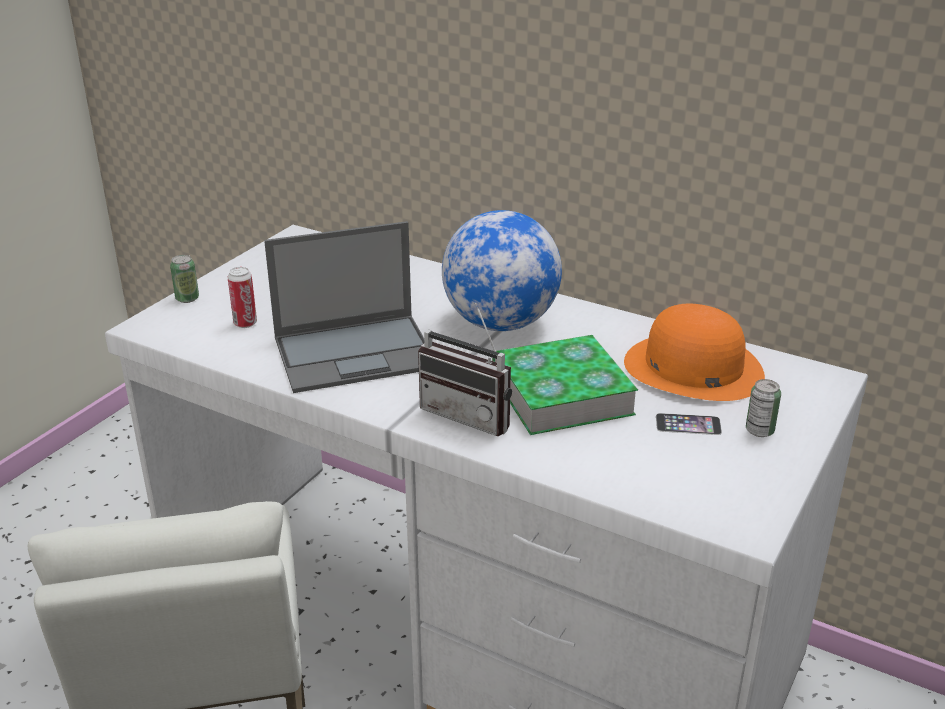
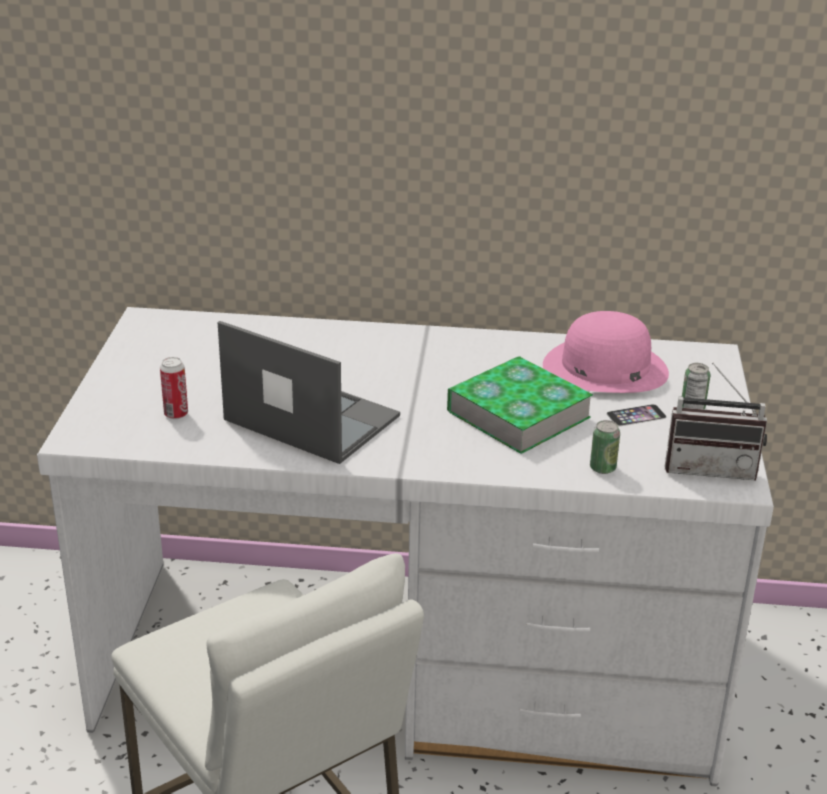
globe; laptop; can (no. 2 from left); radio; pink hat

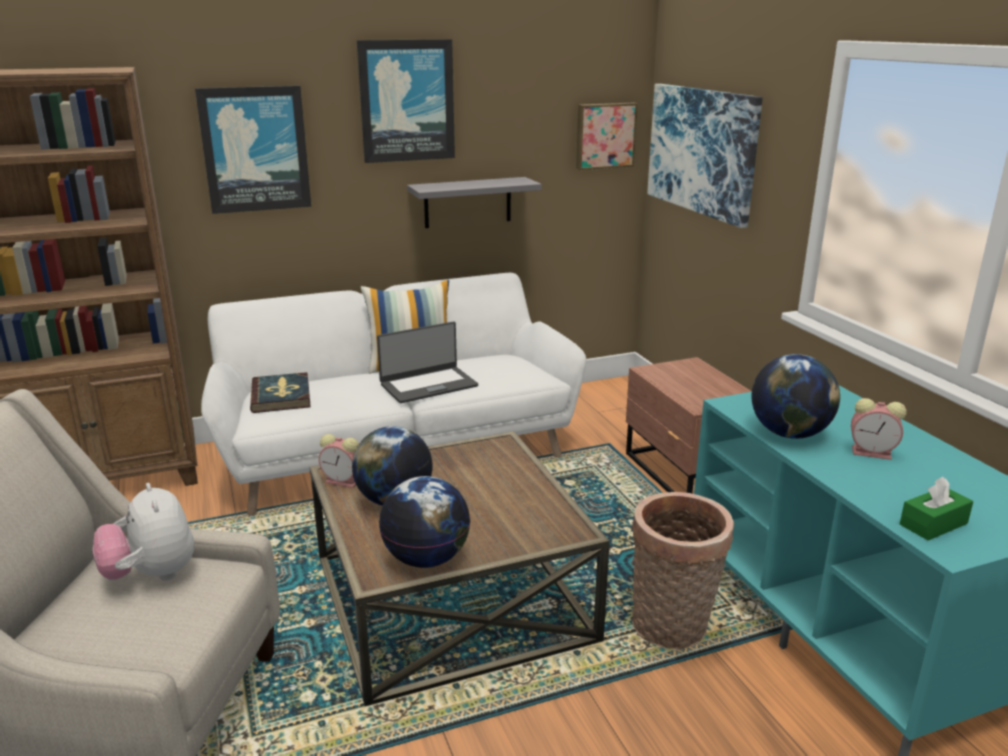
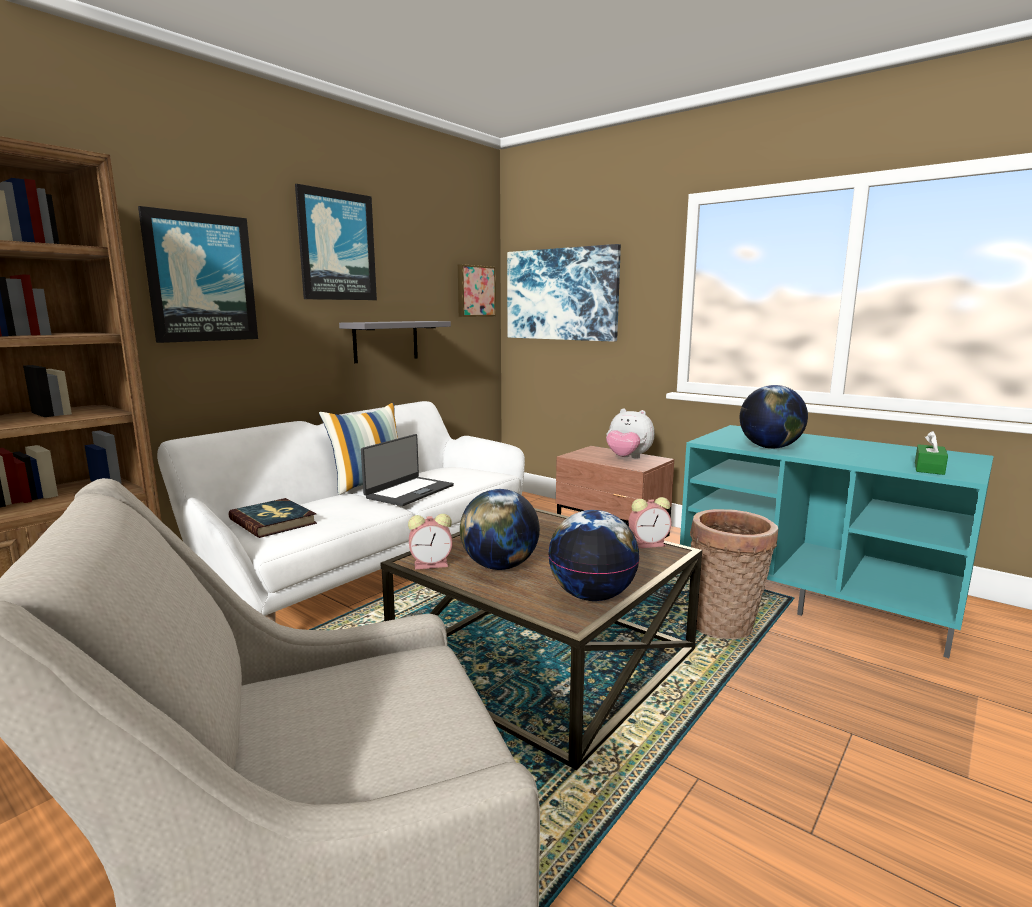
alarm clock (no. 2 from left); plush toy

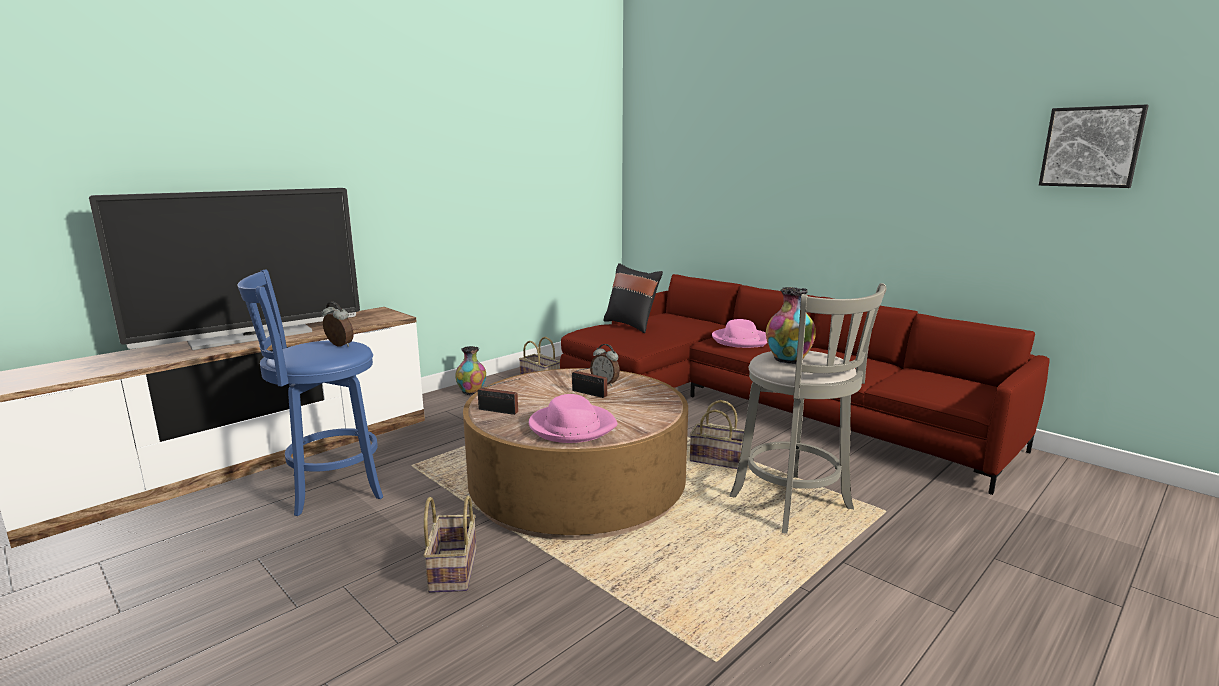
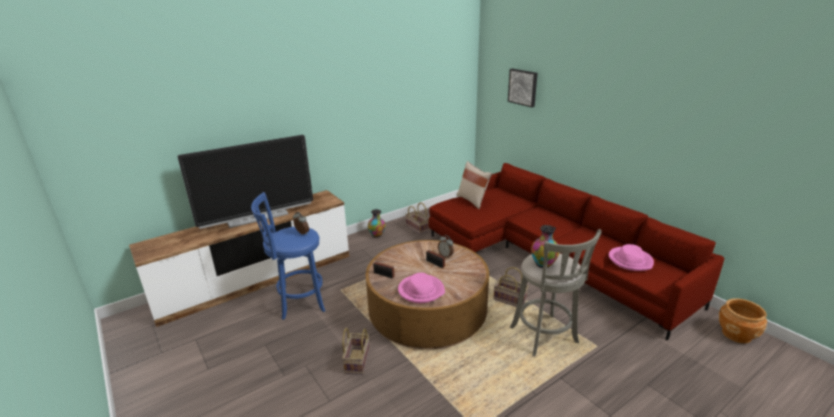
picture; beige pillow; pink hat (no. 2 from left); brown planter

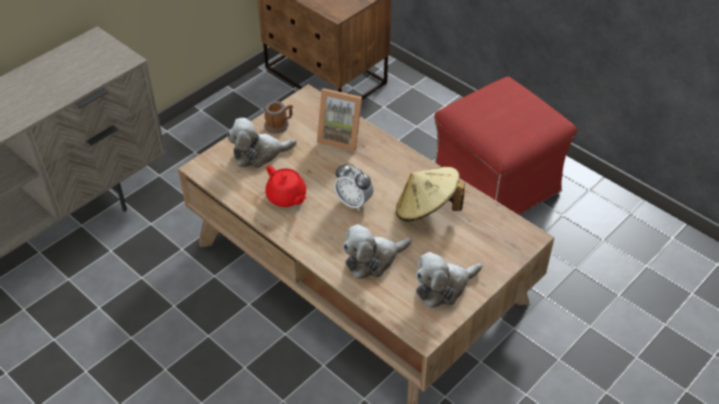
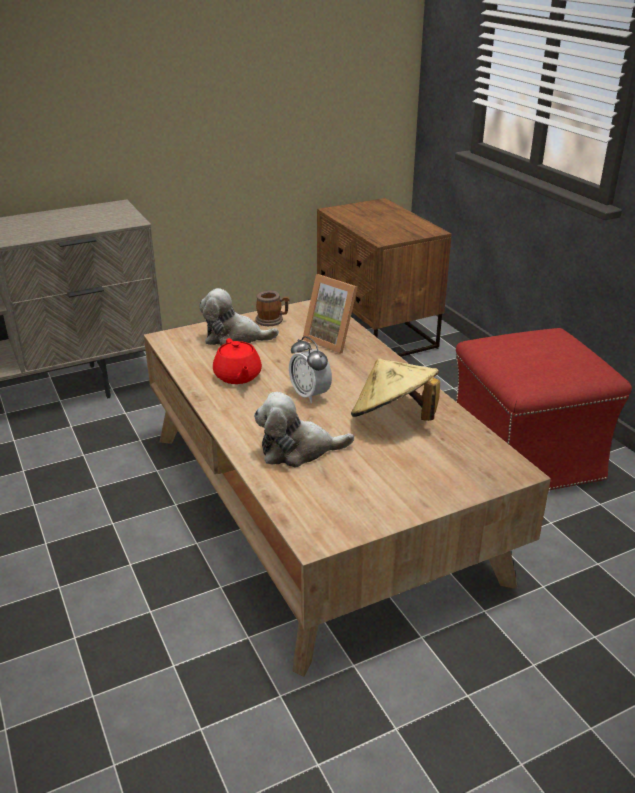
plush toy (no. 3 from left in the first image)

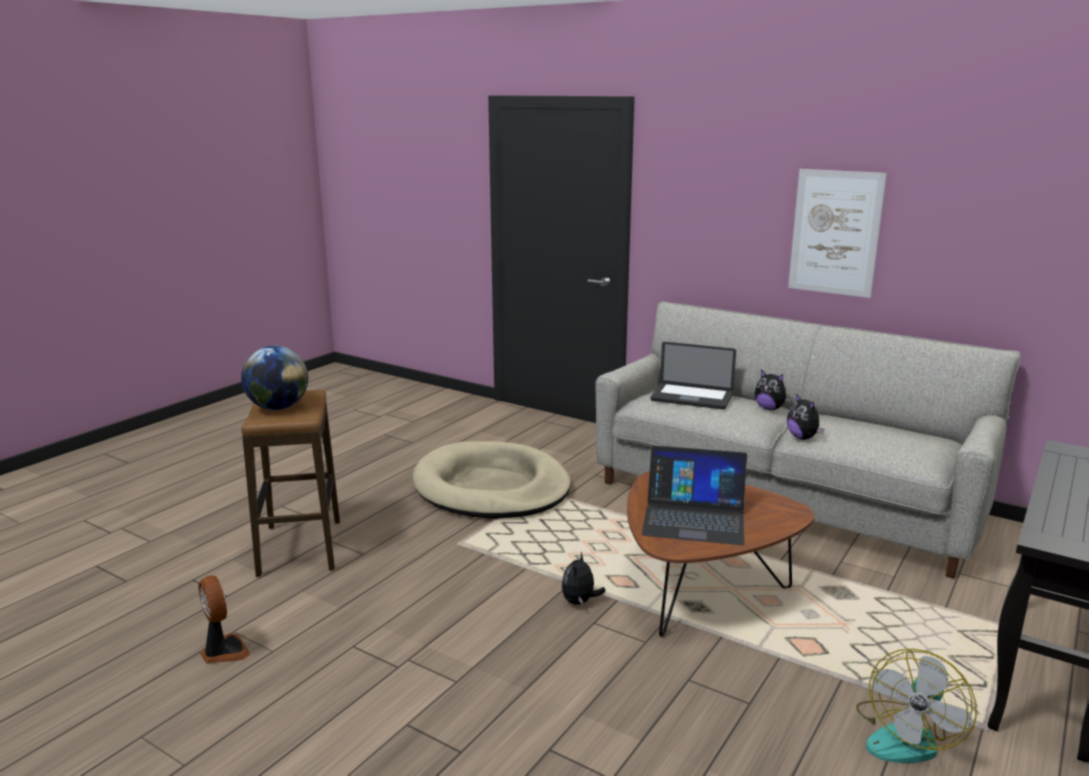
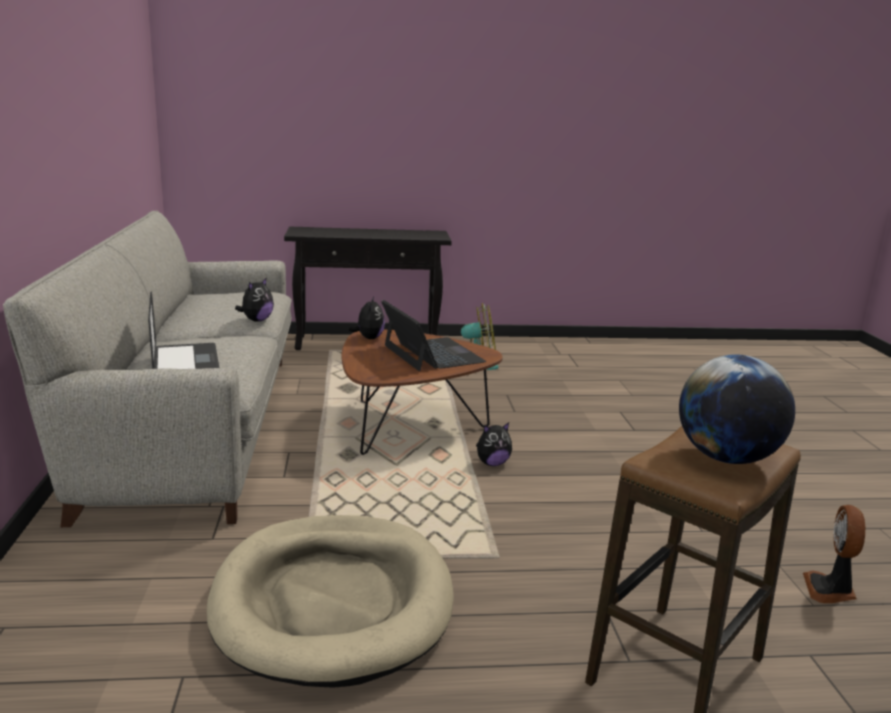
picture; plush toy (no. 2 from left)

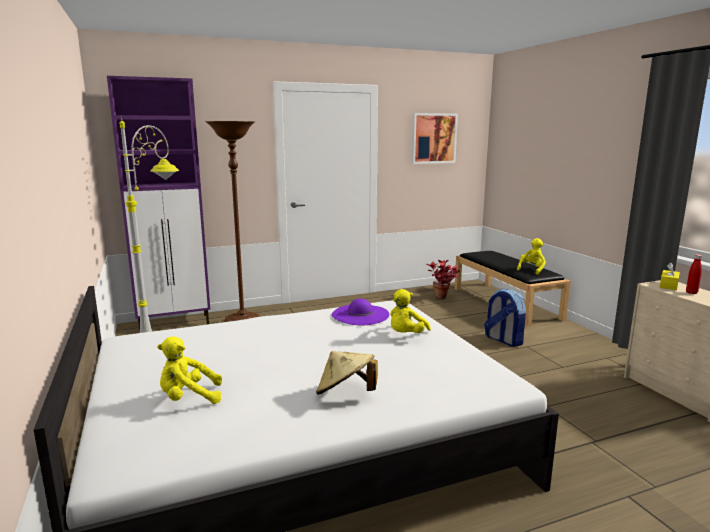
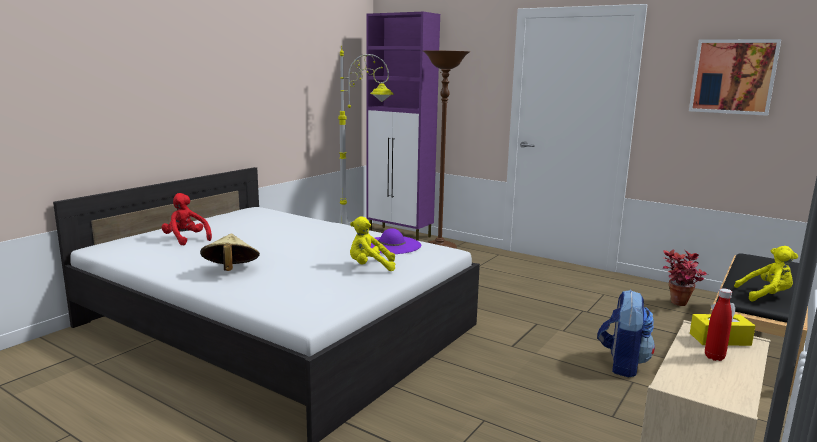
red plush toy

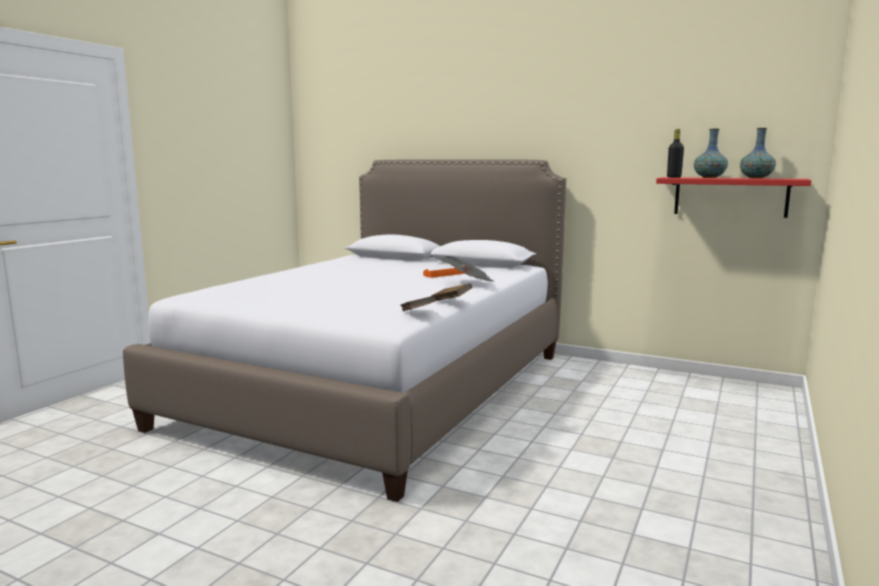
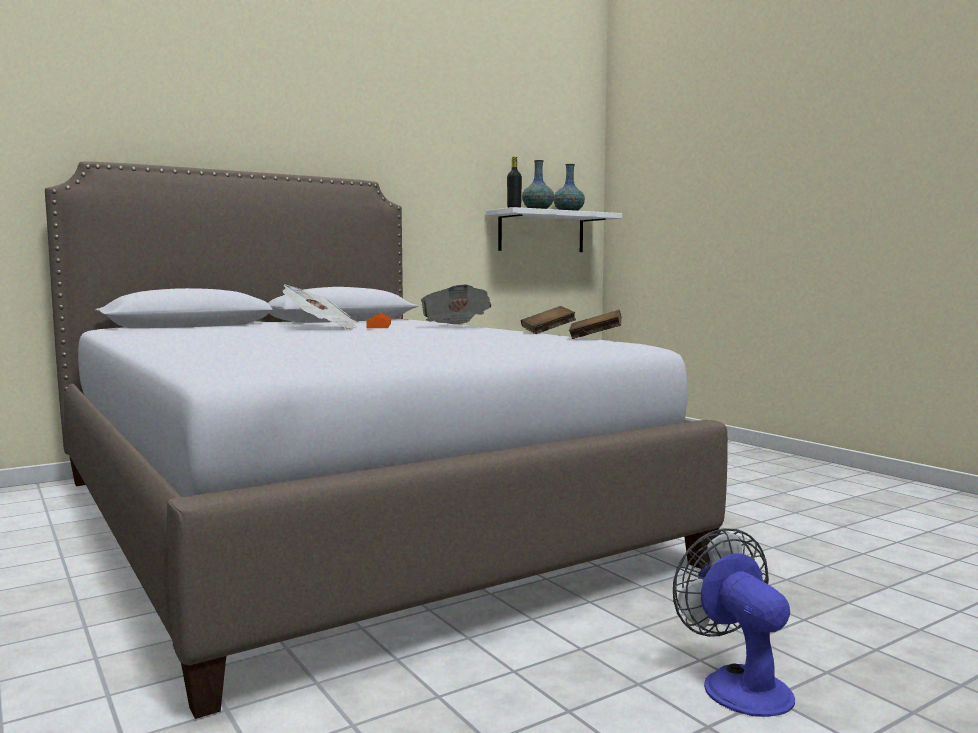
white shelf; newspaper (no. 1 from left); fan

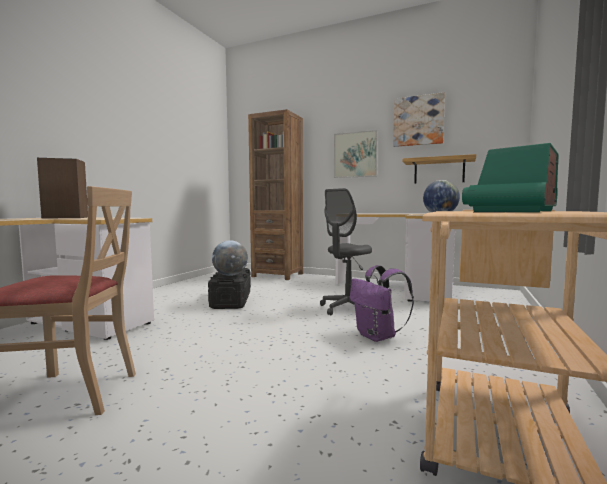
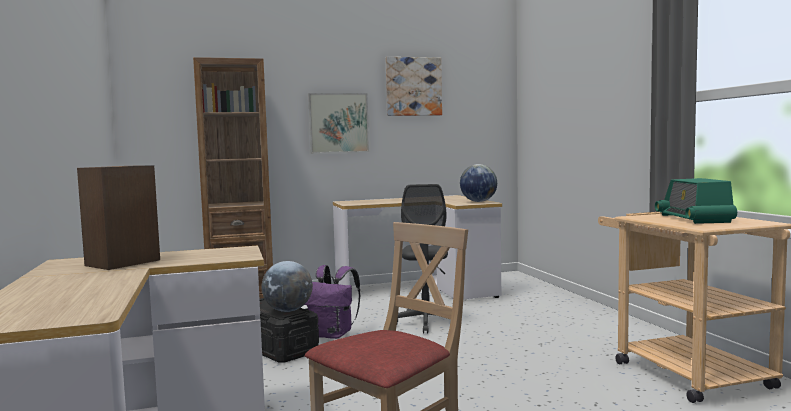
shelf; purple backpack

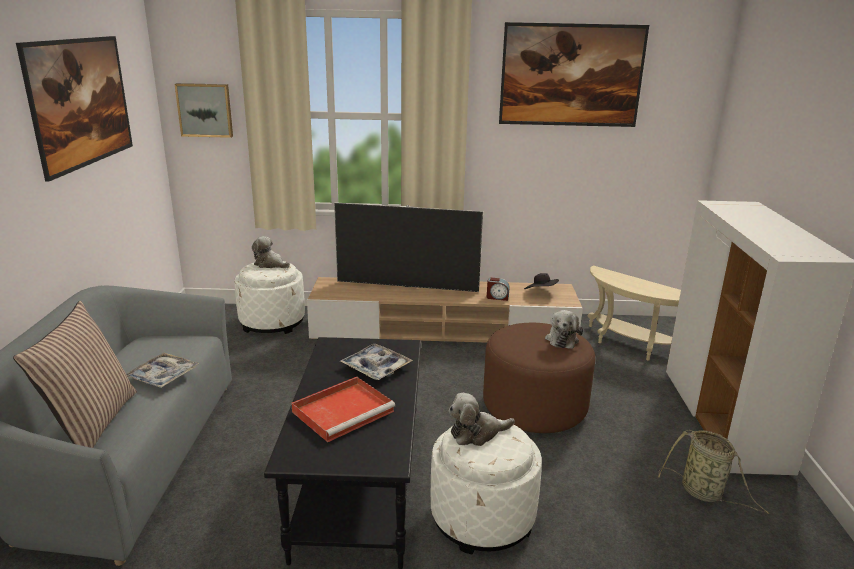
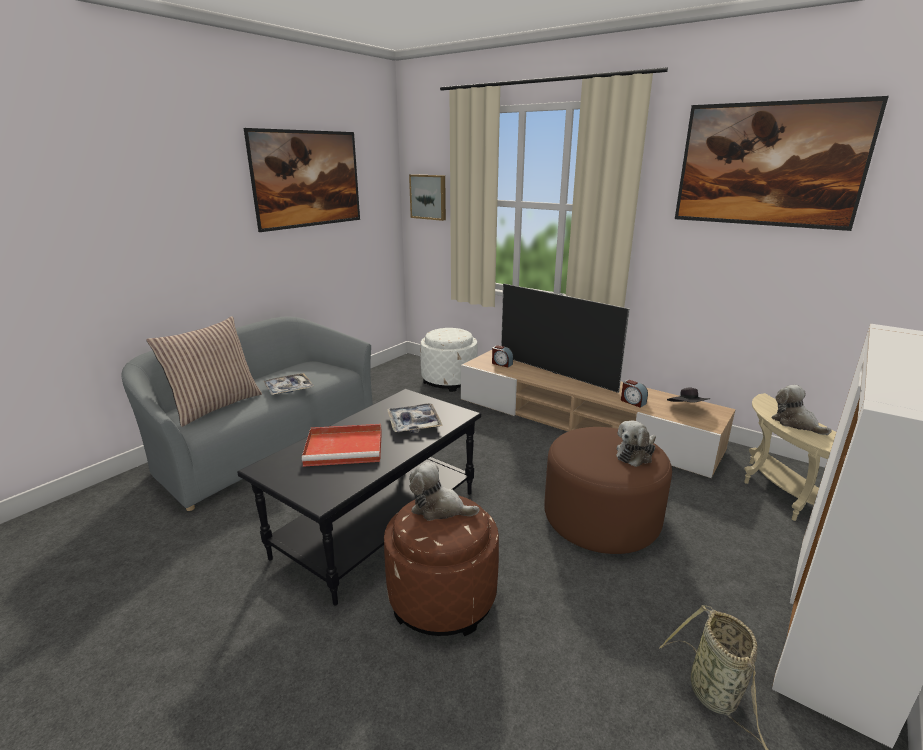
plush toy (no. 3 from left); brown ottoman (no. 1 from left); alarm clock (no. 1 from left)

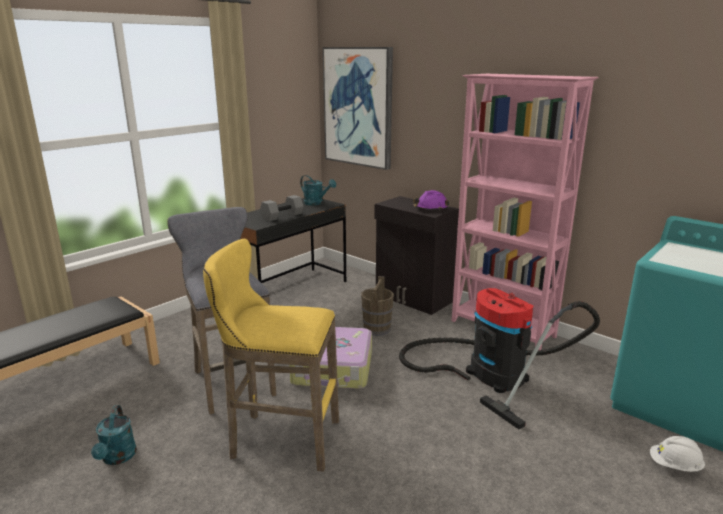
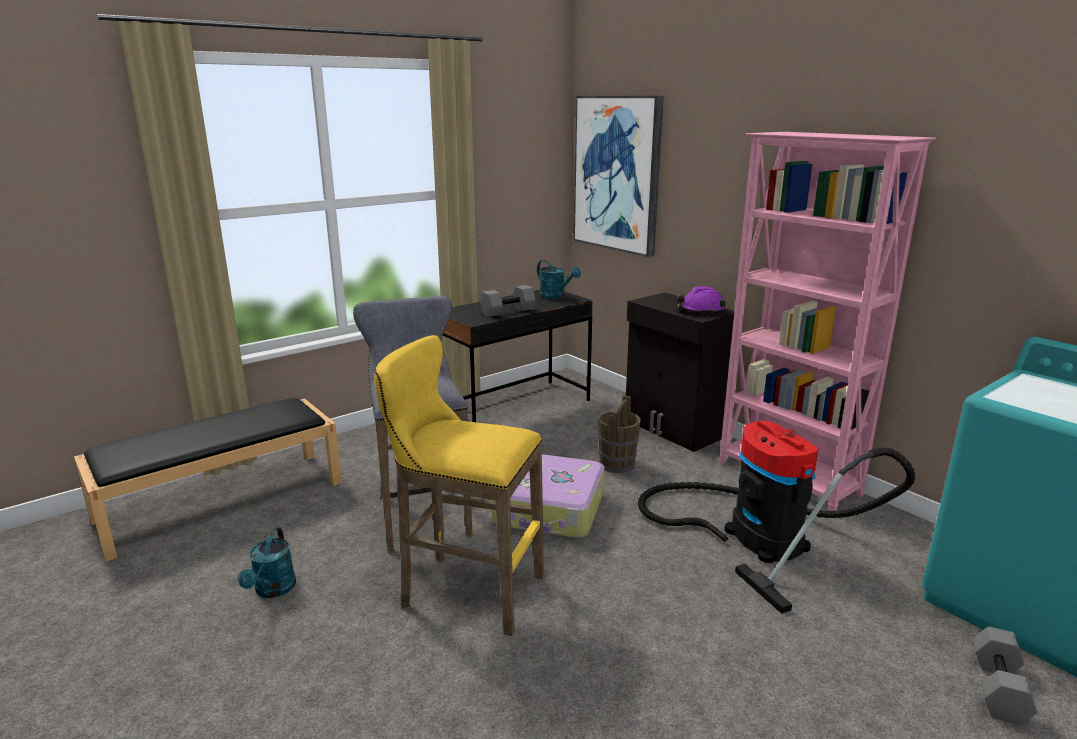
grey dumbbell (no. 2 from left)

